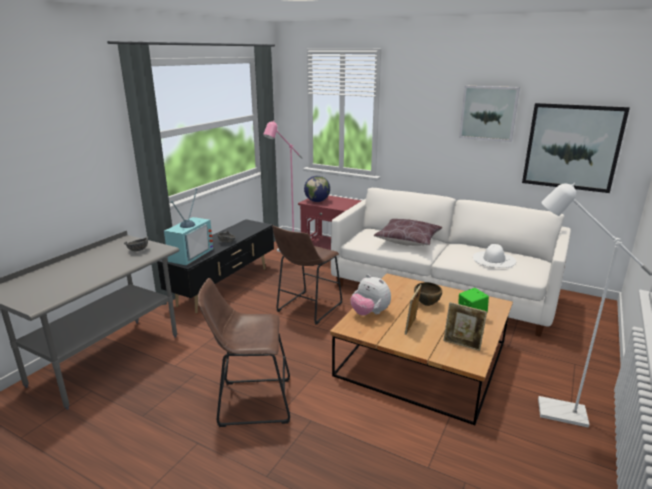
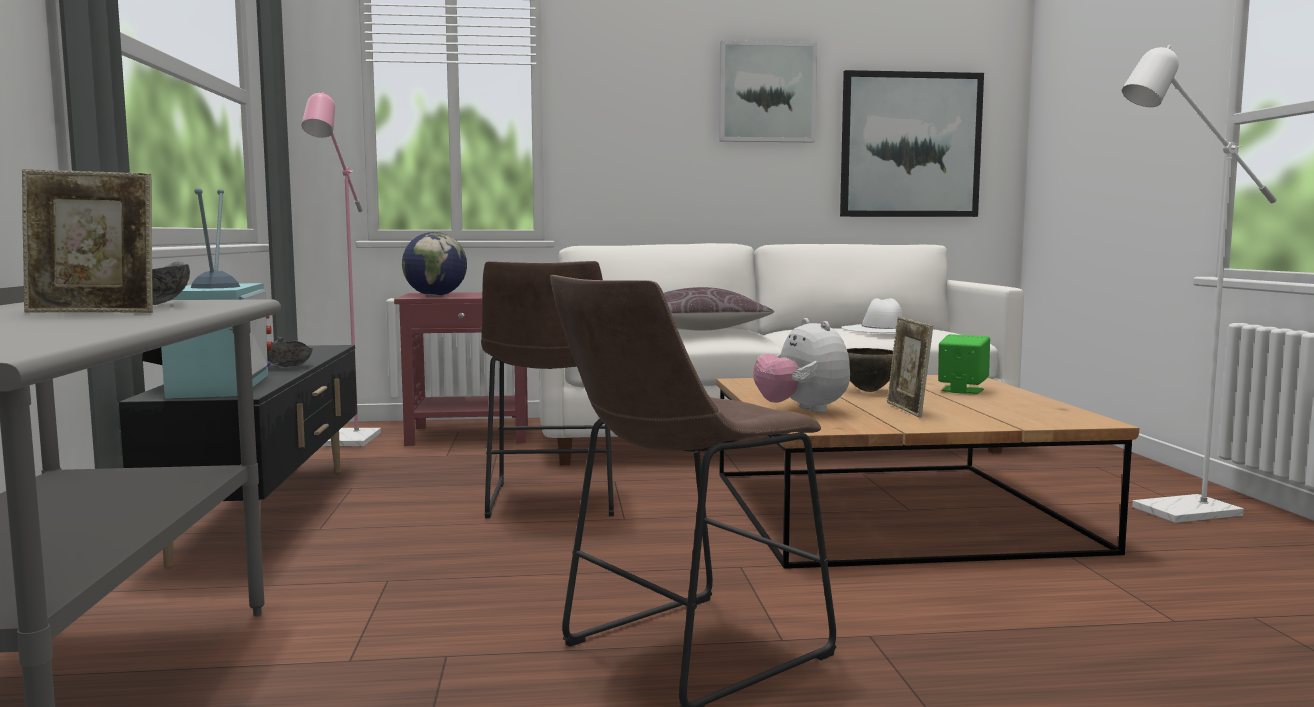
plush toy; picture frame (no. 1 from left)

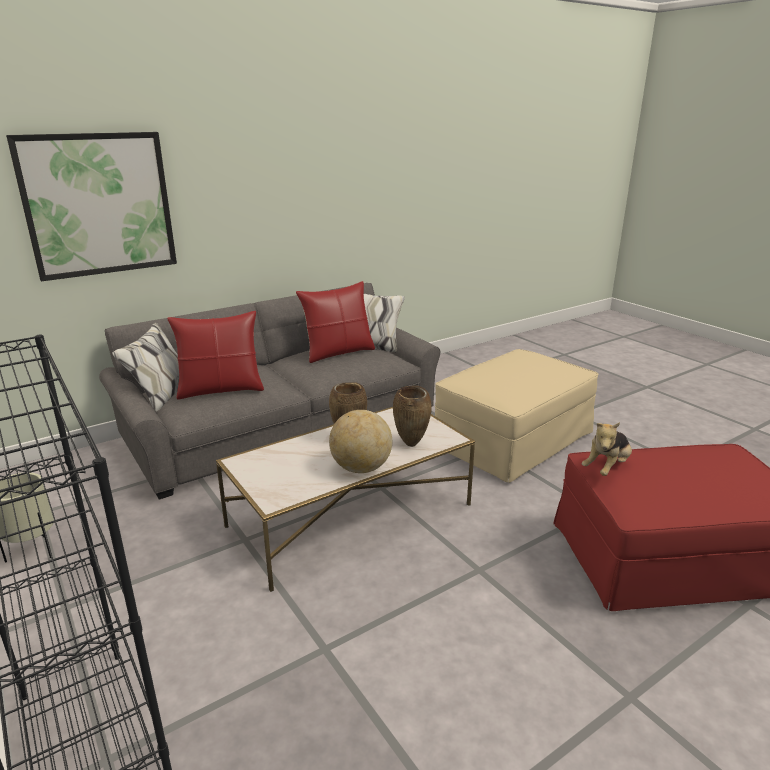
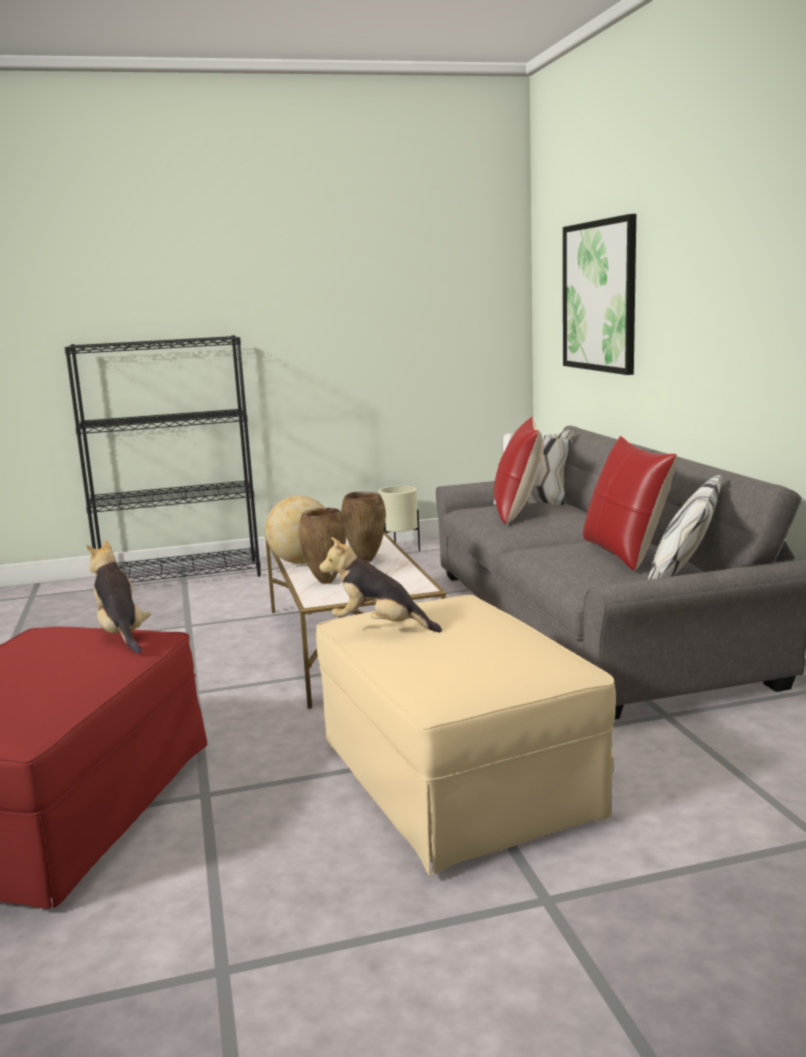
plush toy (no. 2 from left)

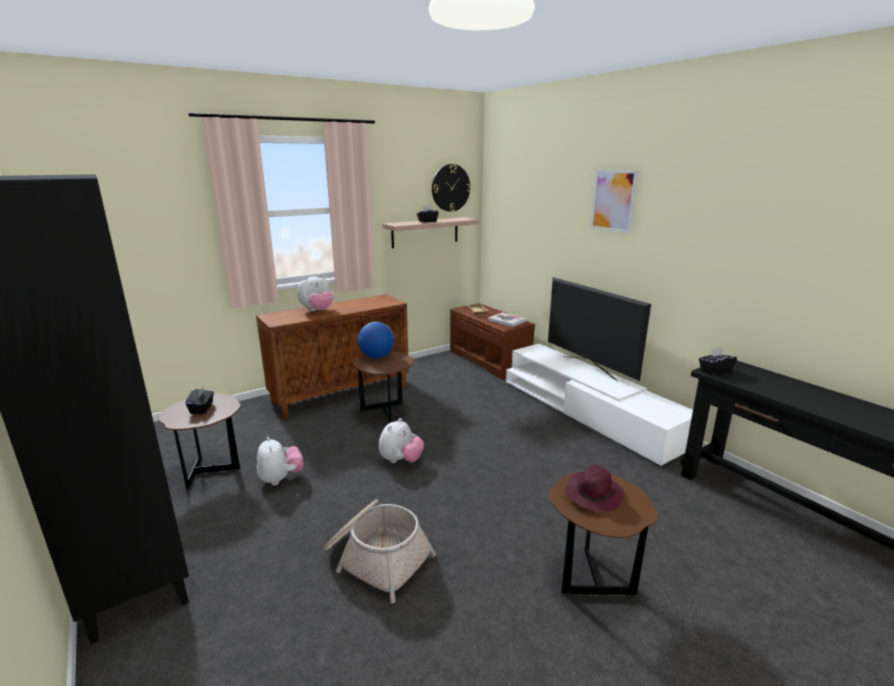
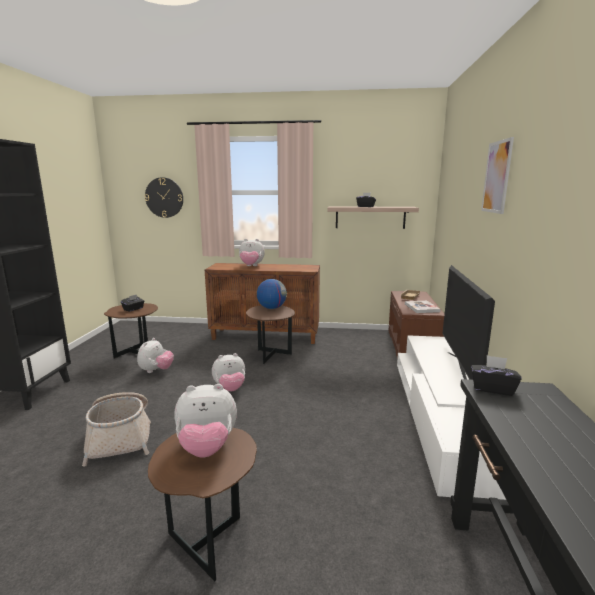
wall clock; plush toy (no. 2 from left)

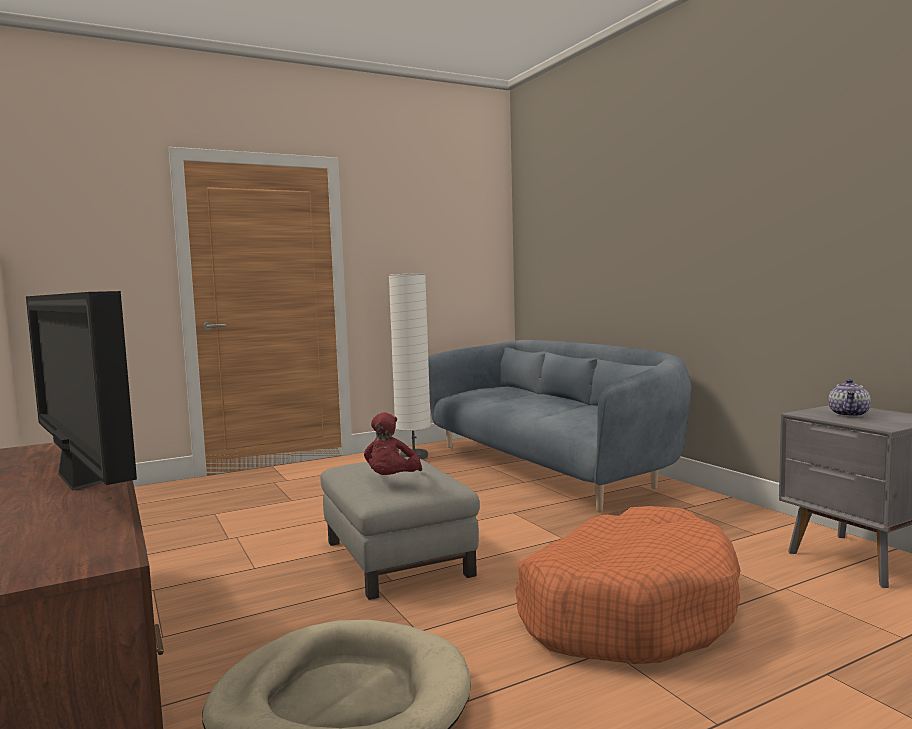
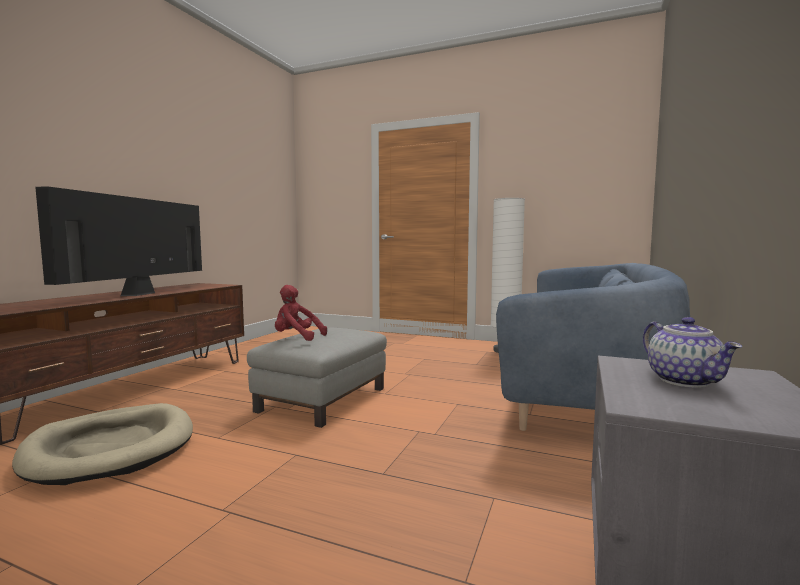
teapot; red plush toy; orange dog bed

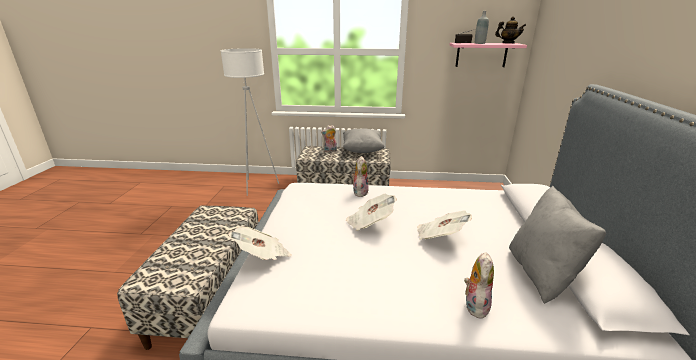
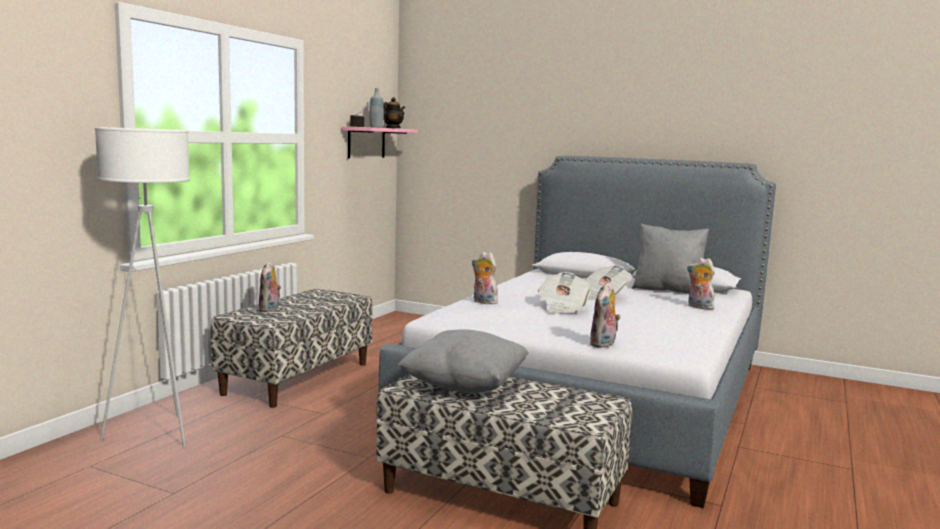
grey pillow (no. 1 from left); plush toy (no. 3 from left)

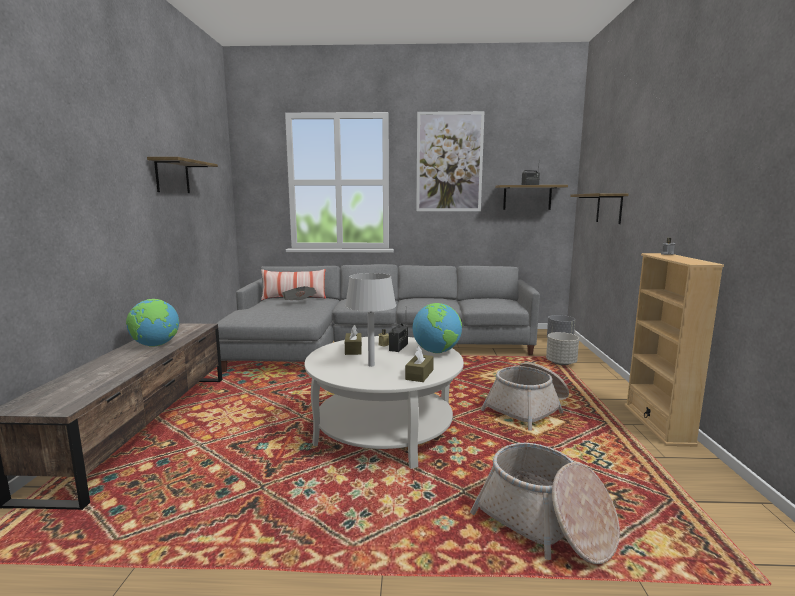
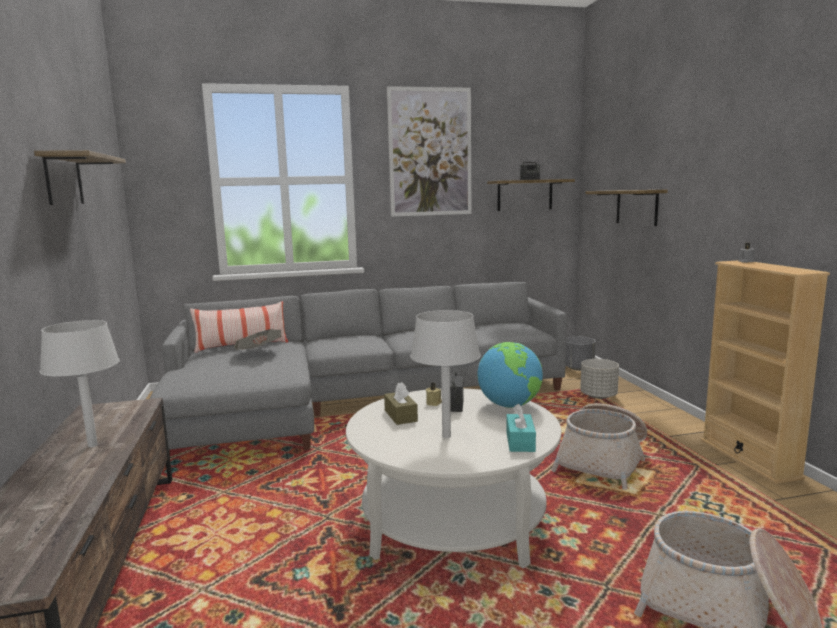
grey table lamp (no. 1 from left); turquoise tissue box

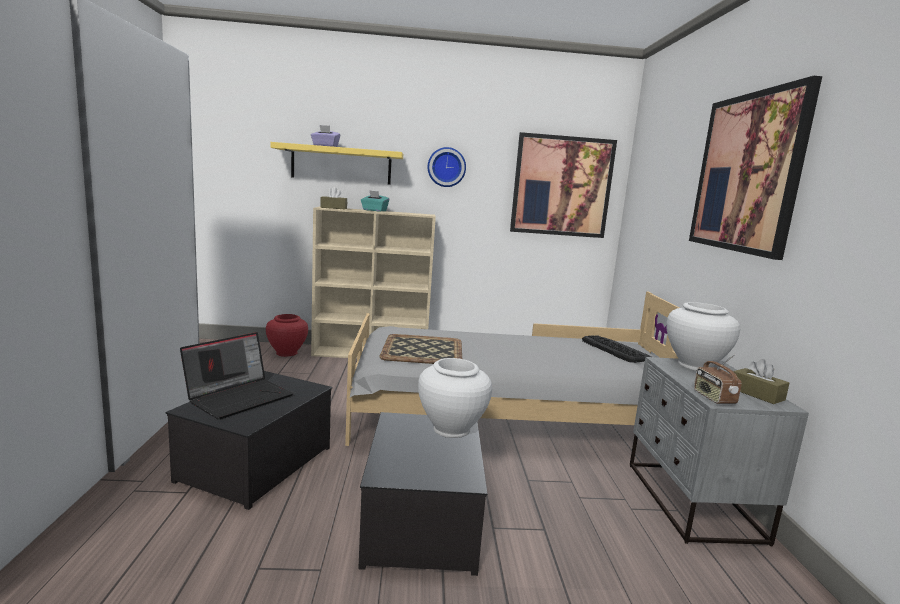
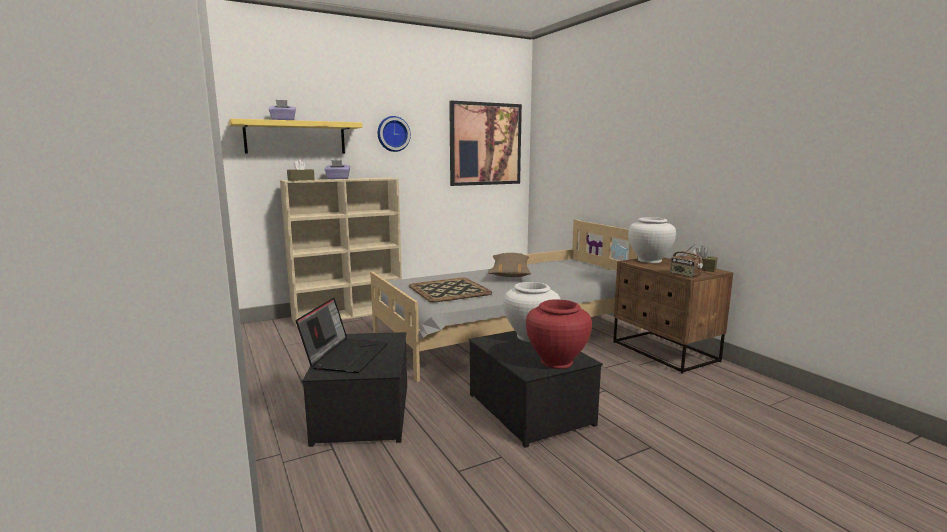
picture (no. 2 from left in the first image); purple tissue box (no. 2 from left); red vase; keyboard; brown nightstand; brown pillow

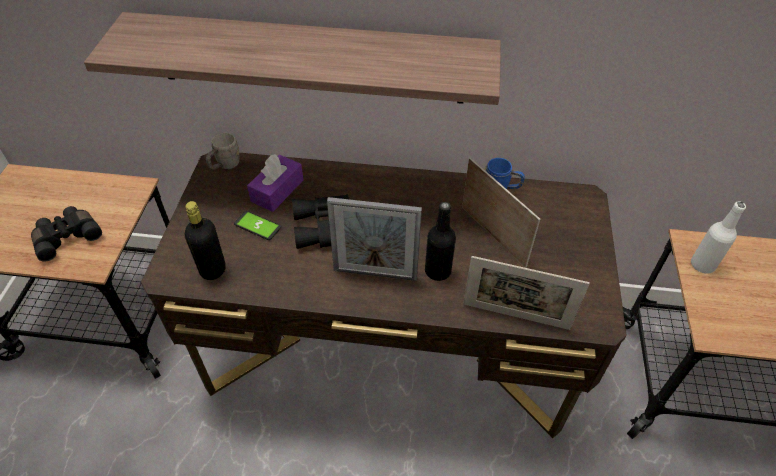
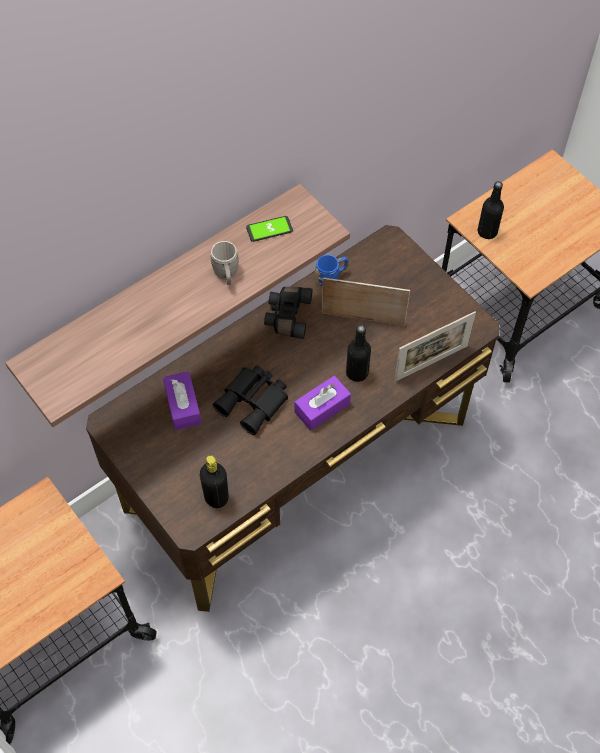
grey mug; purple tissue box (no. 2 from left); black bottle (no. 3 from left); black binoculars (no. 2 from left); phone

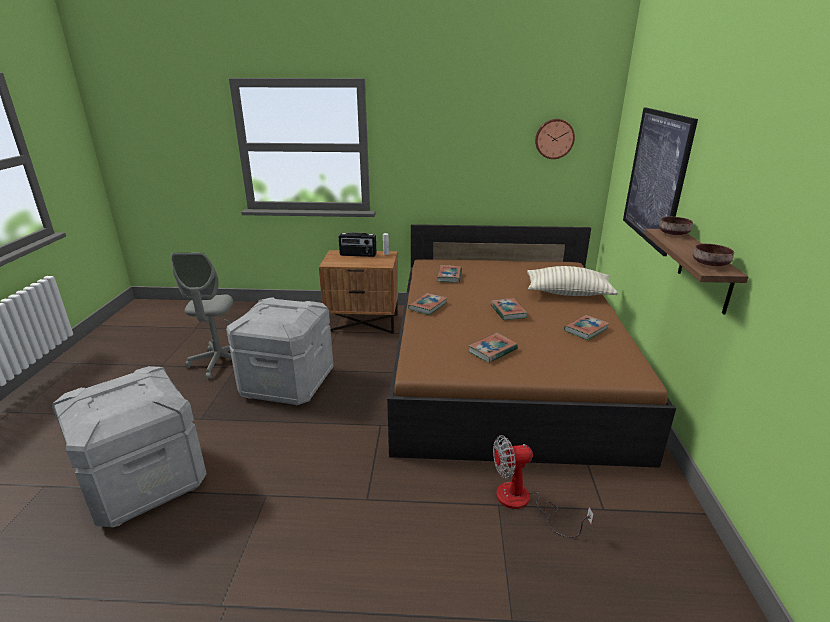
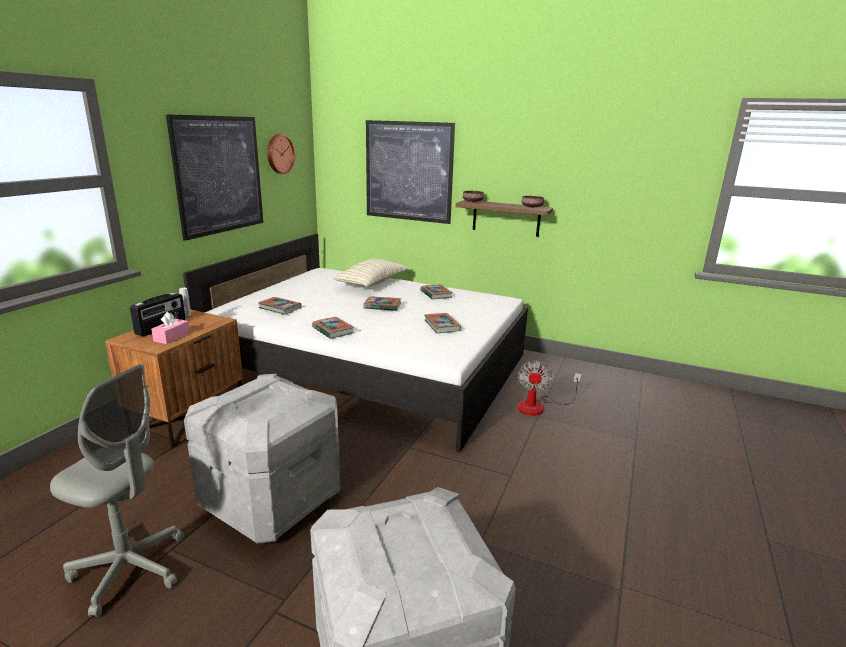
white bed; picture (no. 1 from left); pink tissue box

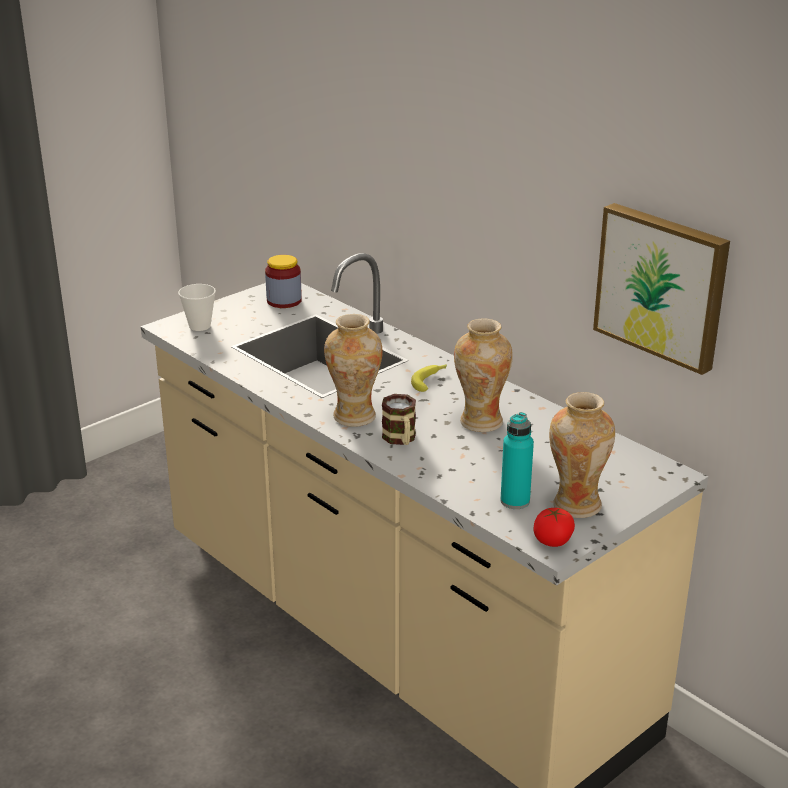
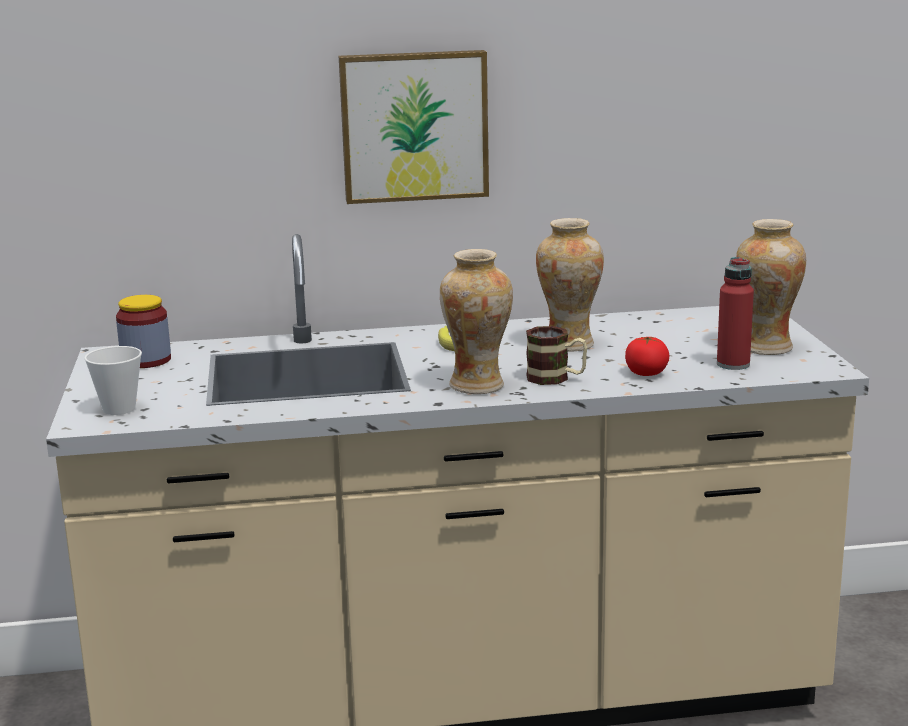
picture; red bottle; tomato

